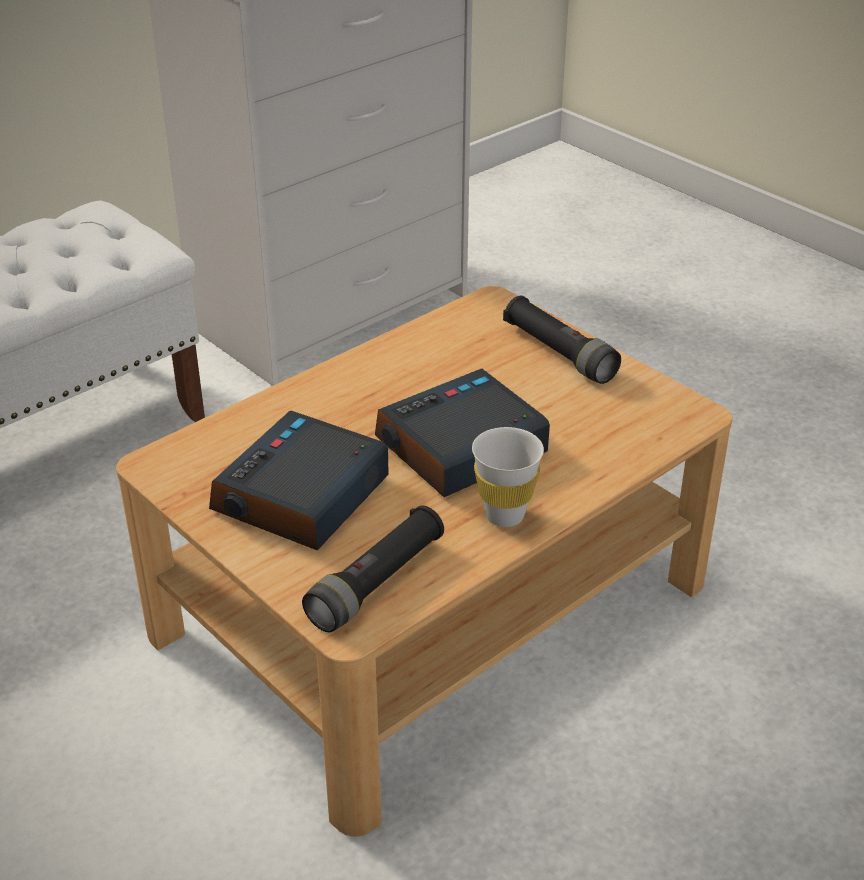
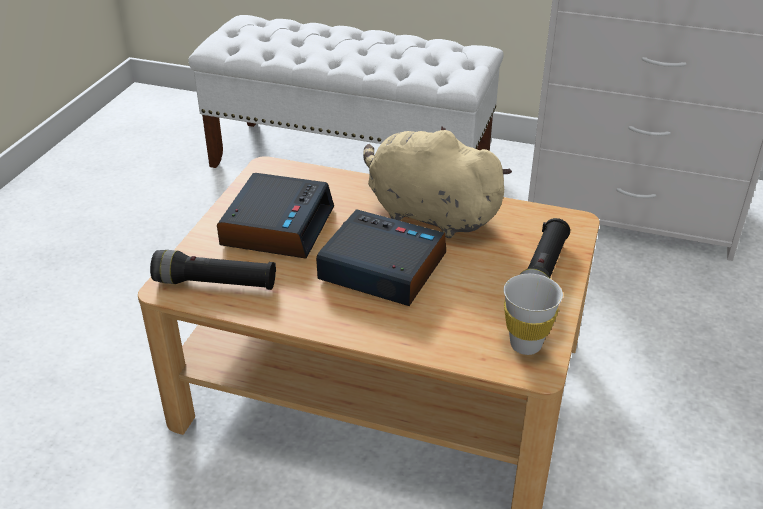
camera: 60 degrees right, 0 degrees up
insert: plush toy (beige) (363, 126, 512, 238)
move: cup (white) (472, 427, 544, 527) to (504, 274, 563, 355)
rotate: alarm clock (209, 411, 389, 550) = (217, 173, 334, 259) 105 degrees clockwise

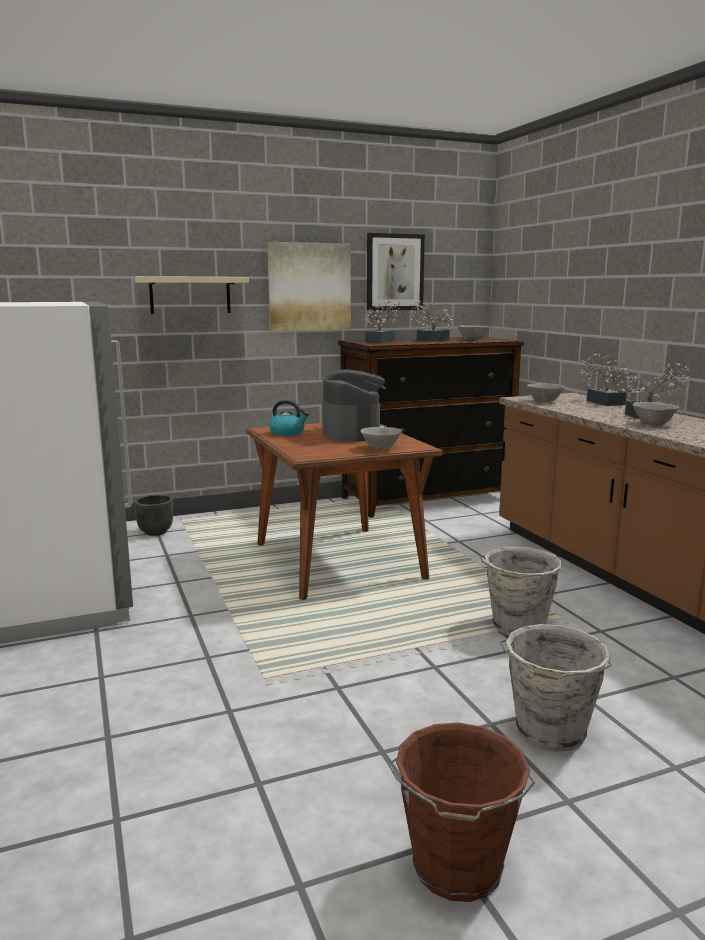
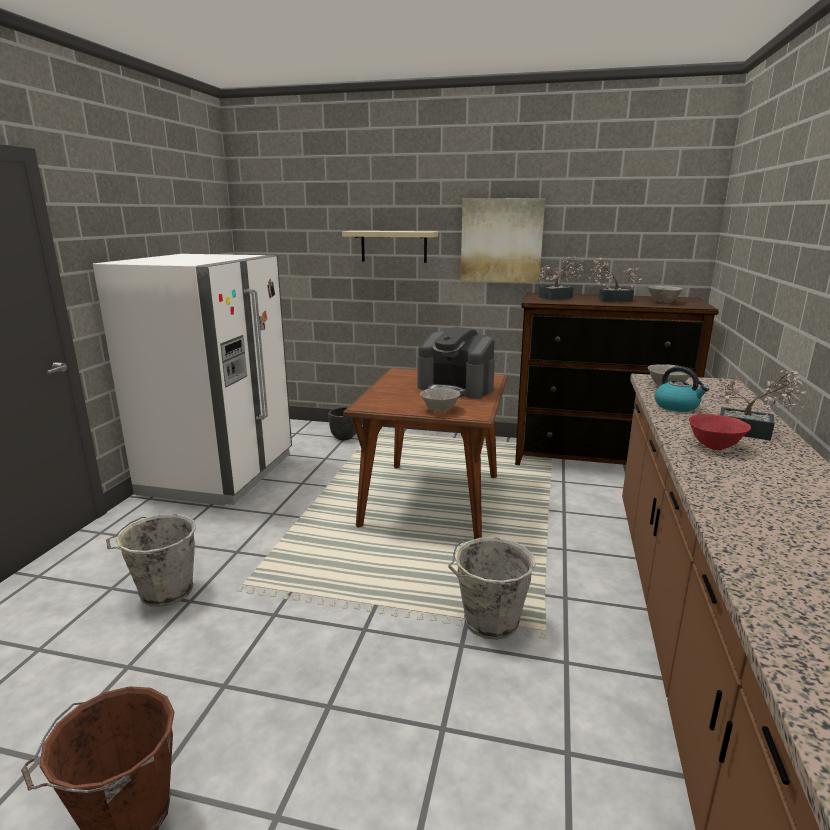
camera: 35 degrees right, 5 degrees up
delete: picture (367, 233, 425, 310); potted plant (579, 353, 634, 406)
move: kettle (269, 400, 309, 436) to (655, 366, 709, 412); bucket (grey) (500, 624, 612, 752) to (106, 514, 196, 607)
recolor: bowl (grey) (633, 402, 679, 426) to bowl (red) (689, 414, 751, 450)
rotate: coffee machine (322, 369, 386, 442) = (418, 327, 495, 399) 90 degrees clockwise

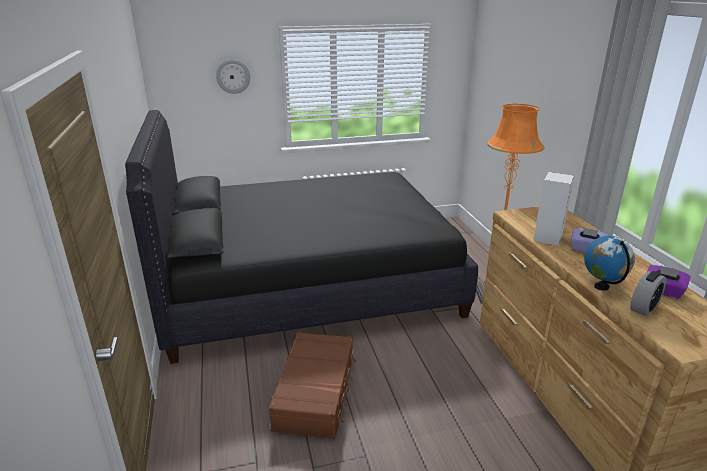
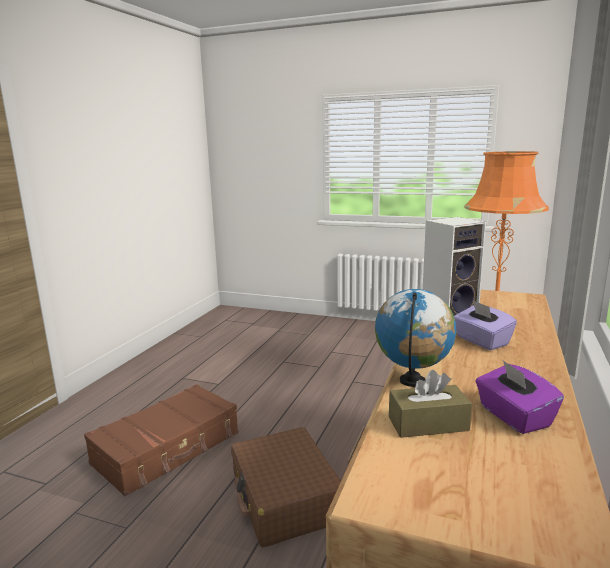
camera: 35 degrees right, 10 degrees down
delete: wall clock (216, 60, 250, 94); bed (black) (125, 110, 478, 364)
insert: suitcase (brown) (231, 427, 341, 547)
replace: alarm clock (630, 271, 666, 317) to tissue box (brown) (389, 370, 472, 438)

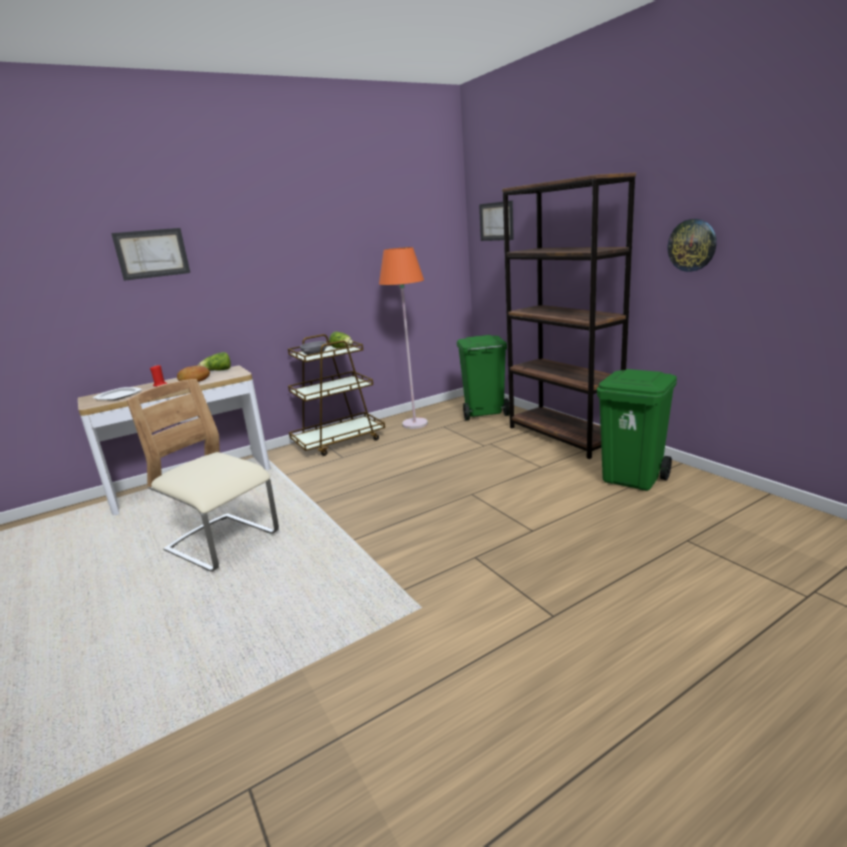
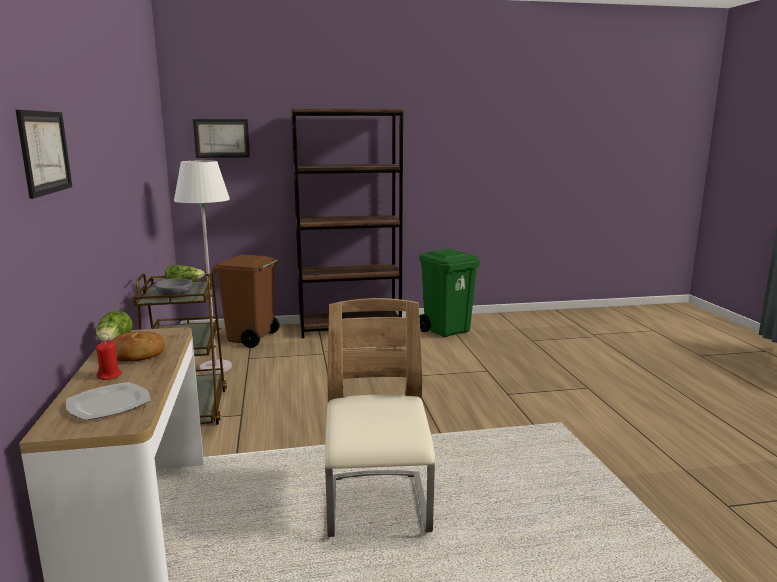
camera: 70 degrees left, 5 degrees down
delete: wall clock (668, 219, 717, 272)
recolor: floor lamp (orange) (379, 247, 428, 429) to floor lamp (white) (174, 160, 232, 374); trash can (green) (457, 335, 510, 420) to trash can (brown) (213, 254, 280, 348)
rotate: chair (beige) (127, 379, 279, 572) = (325, 298, 435, 537) 120 degrees clockwise

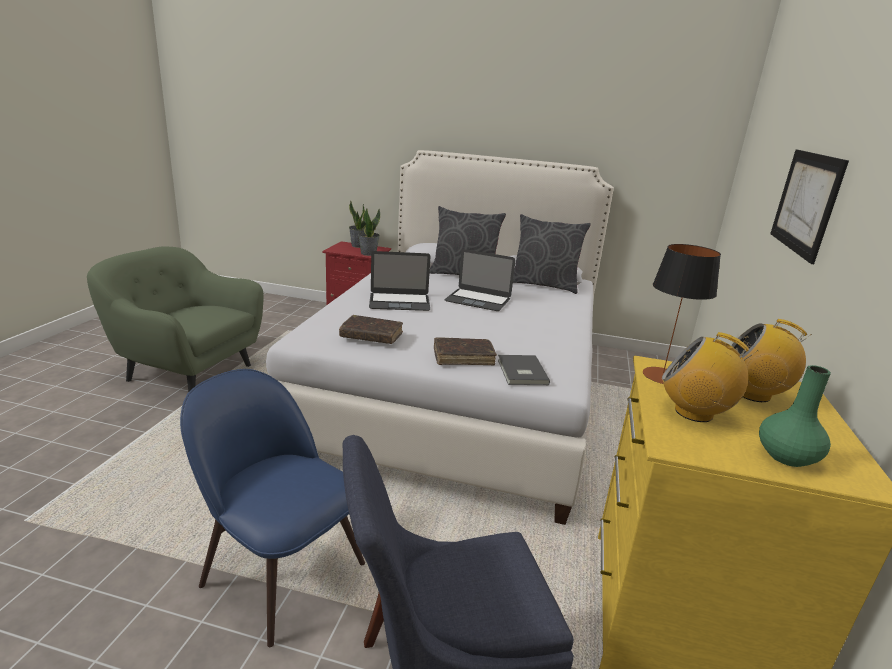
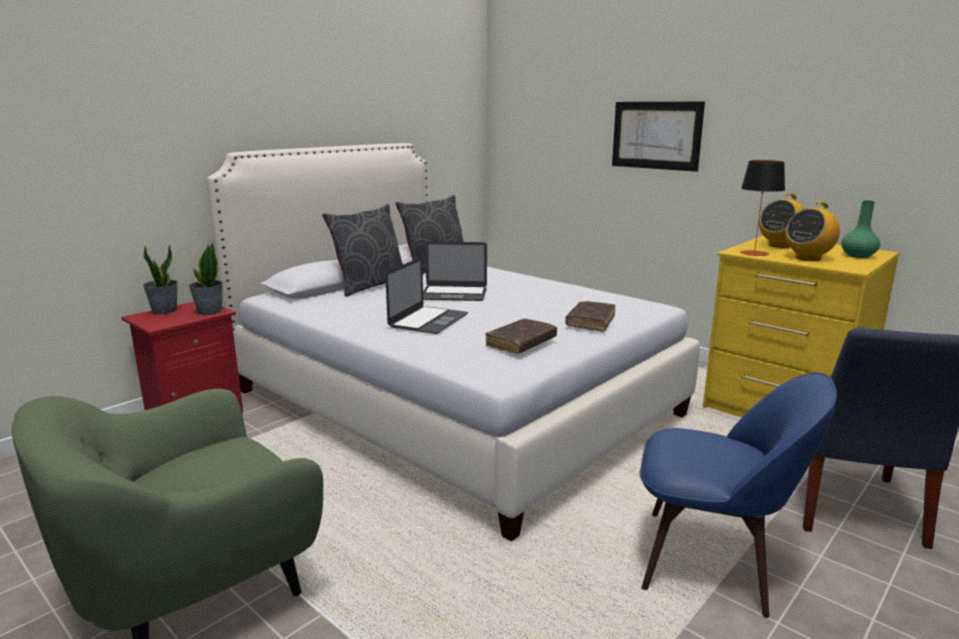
camera: 60 degrees left, 5 degrees down
delete: book (grey) (498, 355, 550, 385)
rotate: laptop (445, 249, 516, 311) = (423, 241, 487, 301) 45 degrees clockwise; chair (blue) (180, 369, 365, 647) = (640, 373, 837, 618) 135 degrees counterclockwise

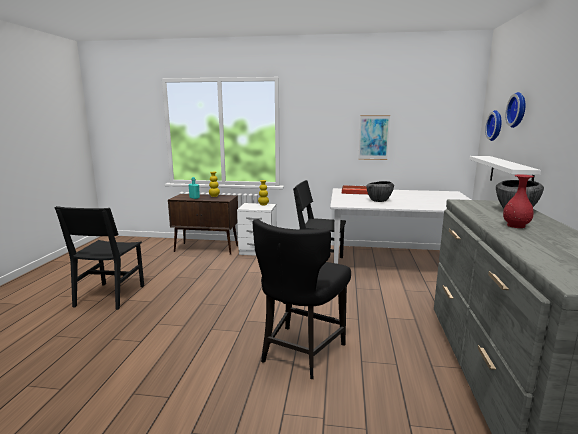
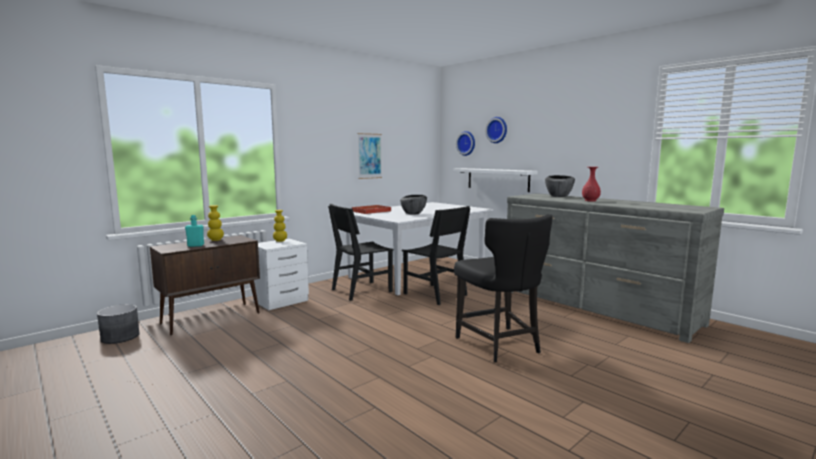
camera: 50 degrees left, 5 degrees down
insert: planter (grey) (97, 304, 140, 344)
move: chair (black) (54, 206, 144, 310) to (402, 206, 470, 305)

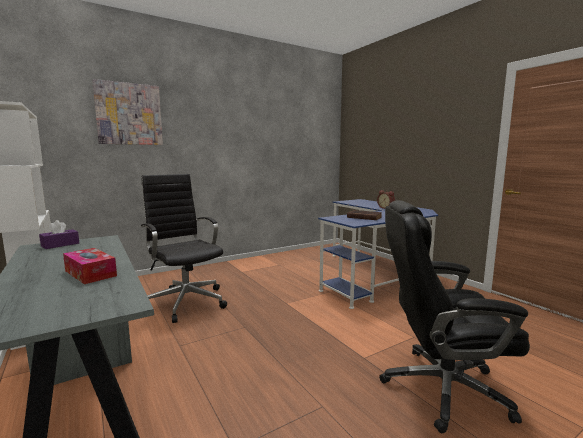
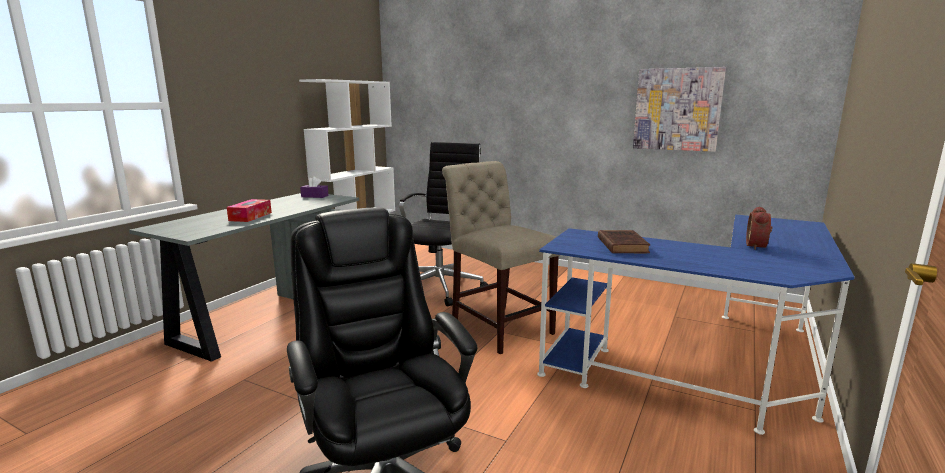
camera: 60 degrees right, 5 degrees up
insert: chair (beige) (442, 161, 560, 354)
move: picture (92, 79, 163, 145) to (633, 67, 726, 152)

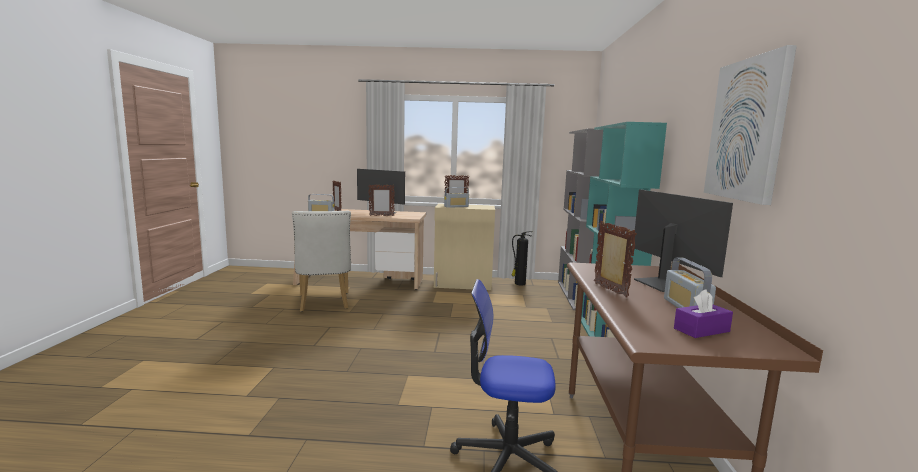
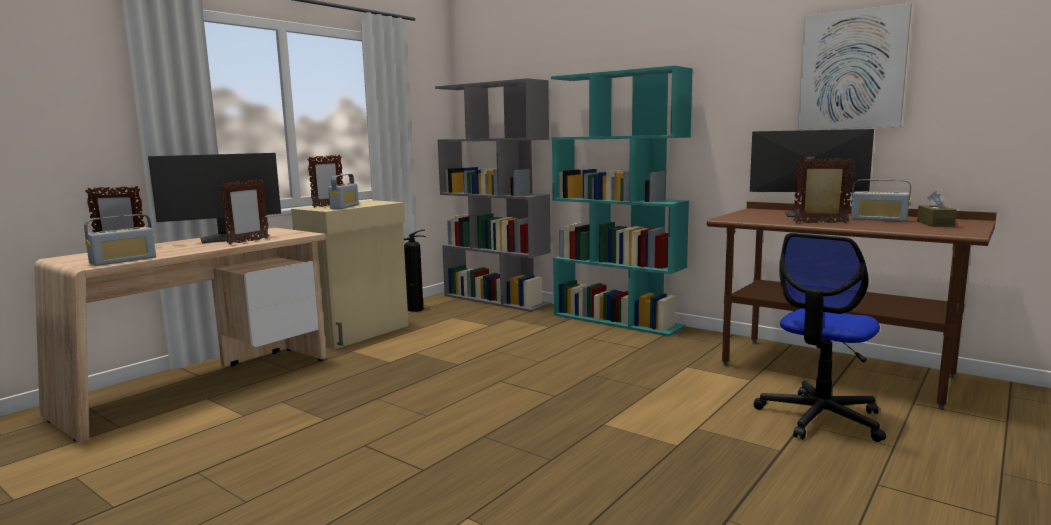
camera: 55 degrees left, 0 degrees up
delete: chair (white) (292, 210, 351, 312)
recolor: tissue box (purple) (674, 289, 733, 338) to tissue box (brown) (917, 191, 957, 227)

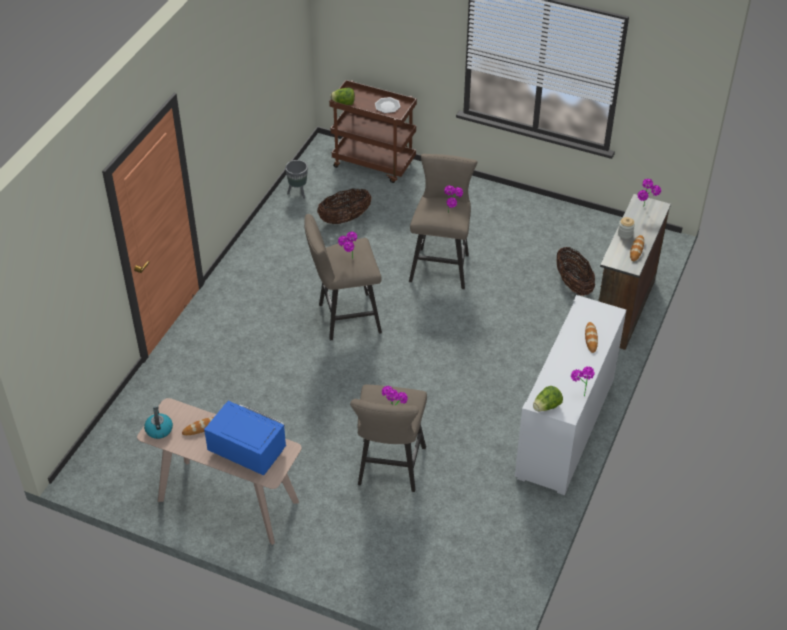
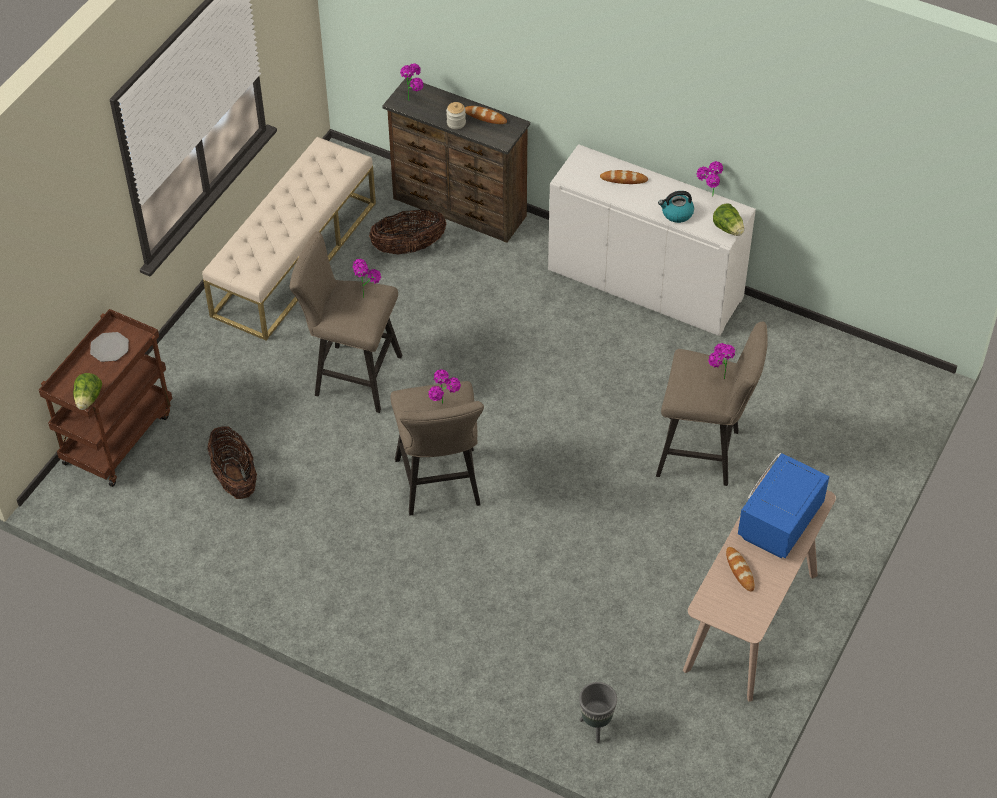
camera: 85 degrees left, 5 degrees up
insert: bench (beige) (202, 137, 376, 340)
move: planter (grey) (285, 160, 308, 199) to (579, 682, 617, 743); kettle (144, 406, 173, 439) to (658, 191, 694, 223)

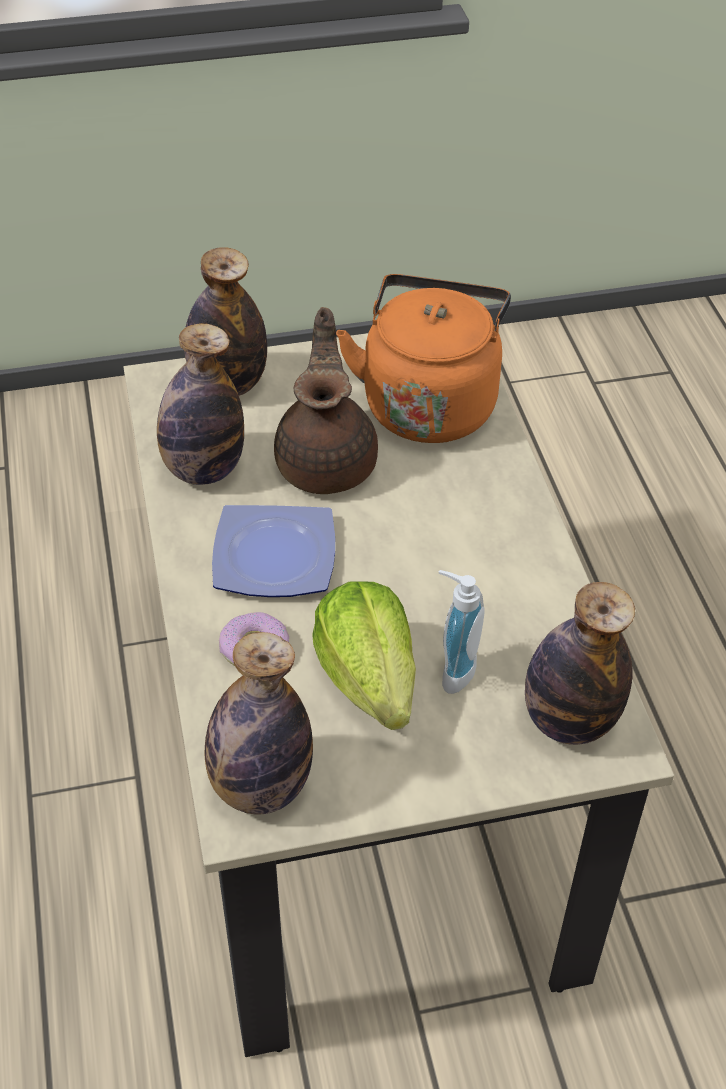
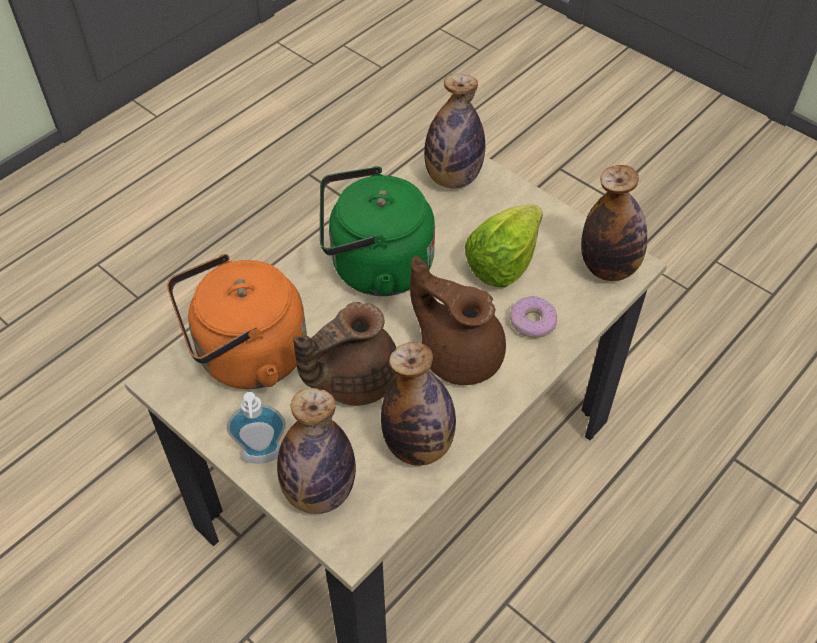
camera: 125 degrees left, 5 degrees up
insert: kettle (green) (320, 166, 435, 296)
move: soap dispenser (439, 570, 485, 694) to (227, 392, 286, 463)
replace: plate (212, 505, 335, 597) to teapot (brown) (410, 256, 506, 385)

